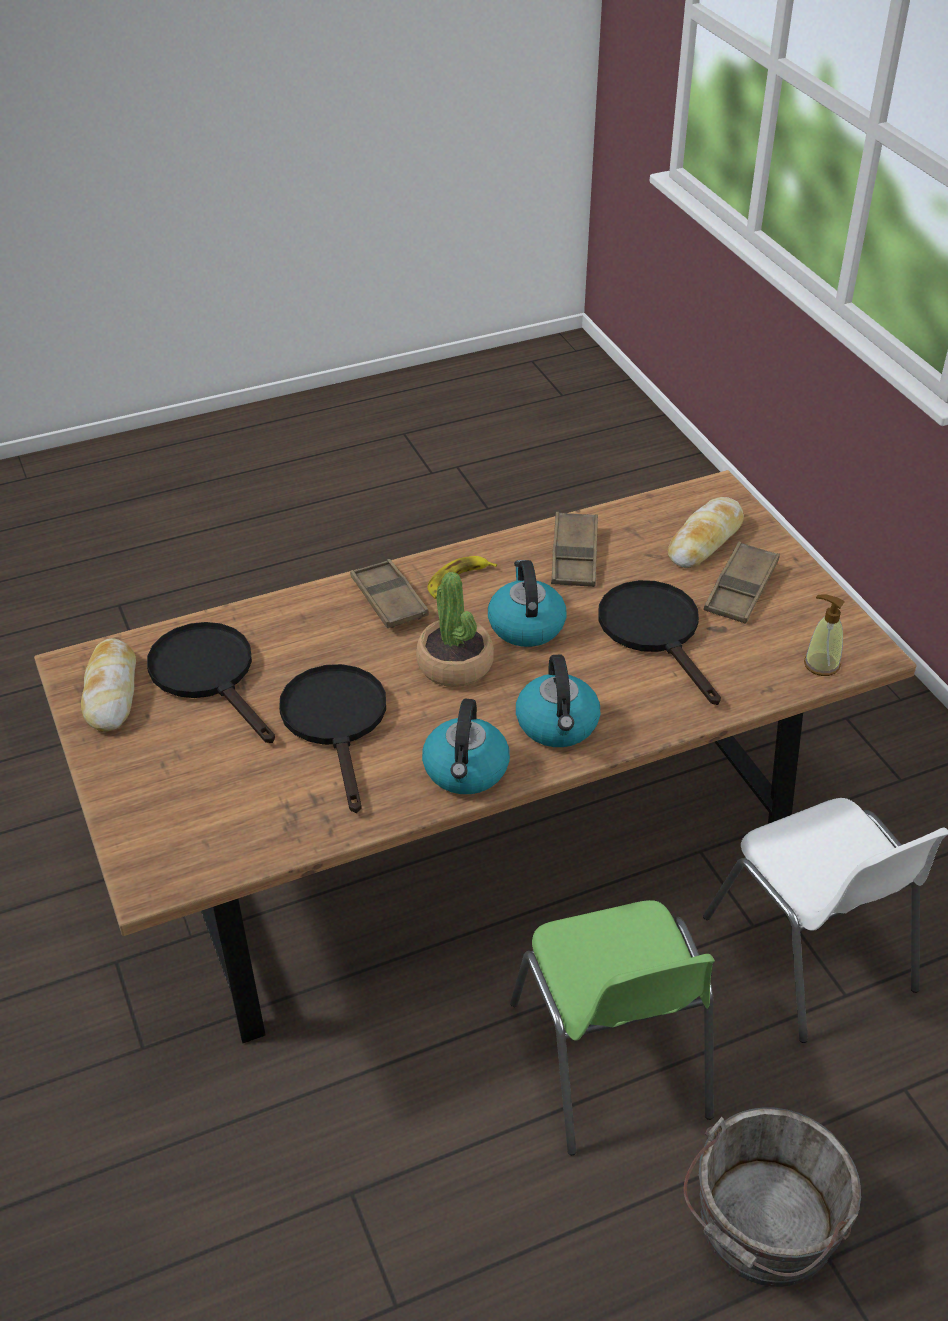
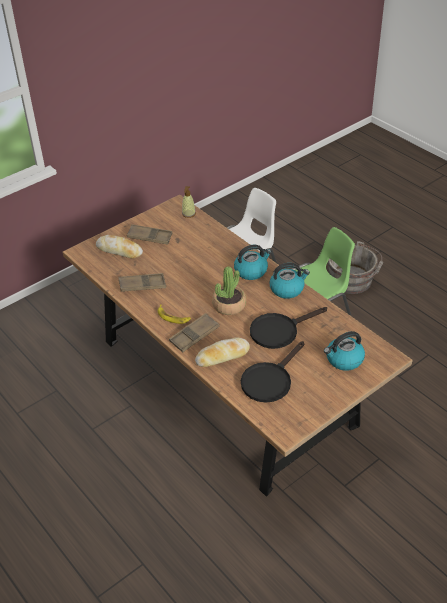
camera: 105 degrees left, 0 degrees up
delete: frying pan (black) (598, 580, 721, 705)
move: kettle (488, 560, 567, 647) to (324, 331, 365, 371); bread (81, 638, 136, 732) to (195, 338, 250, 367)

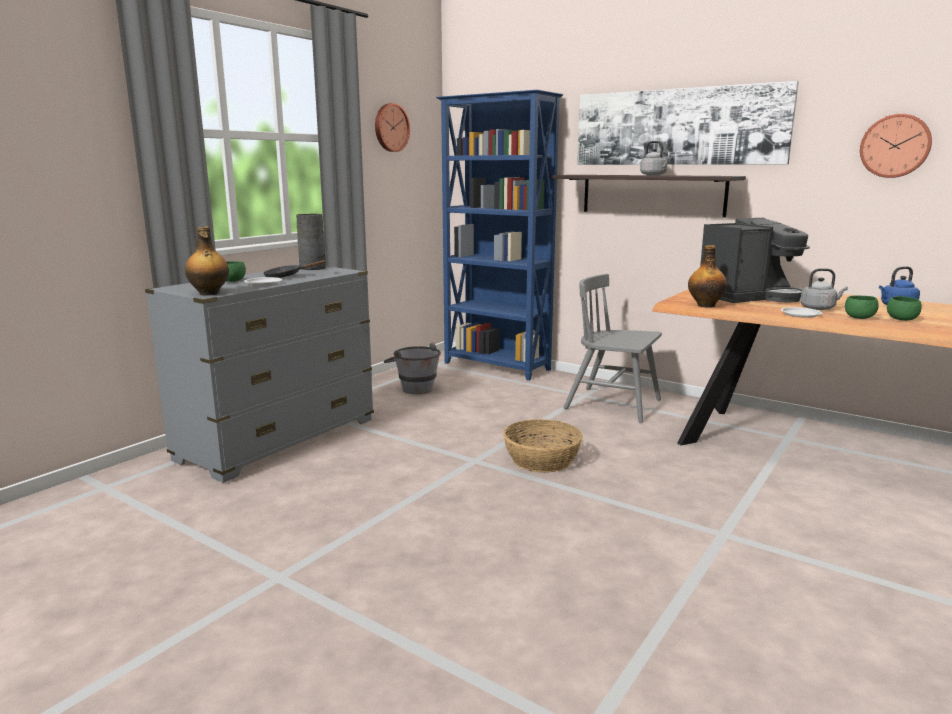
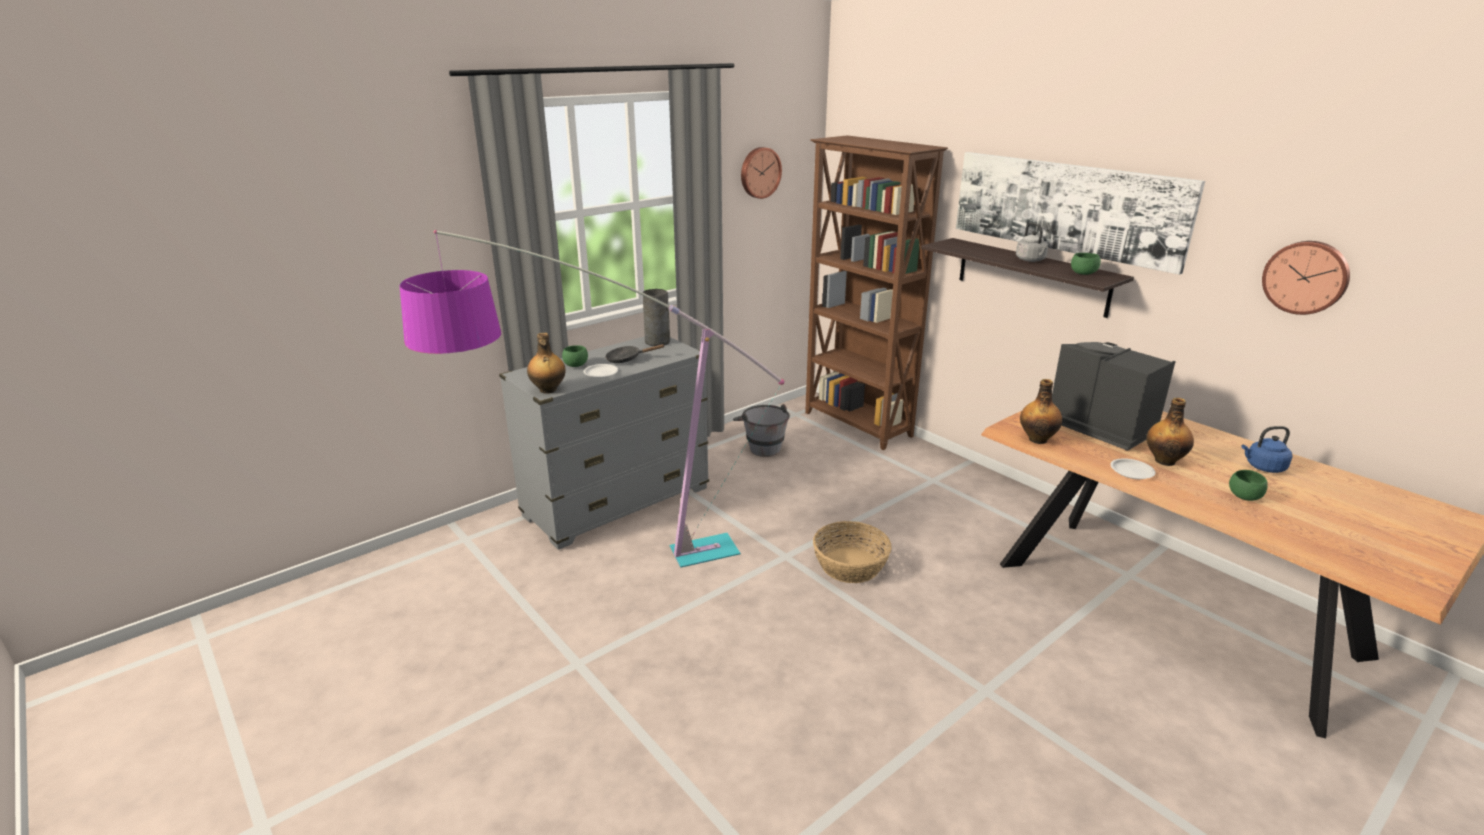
camera: 15 degrees right, 10 degrees up
delete: chair (grey) (563, 274, 662, 423)
insert: floor lamp (400, 230, 784, 568)
move: bowl (green) (845, 296, 879, 319) to (1071, 253, 1101, 275)
replace: kettle (grey) (800, 268, 848, 310) to bottle (1146, 398, 1194, 466)
recolor: bookcase (blue) (436, 90, 563, 381) to bookcase (brown) (805, 135, 948, 450)
rotate: coffee machine (700, 218, 810, 303) = (1052, 342, 1176, 451) 120 degrees counterclockwise

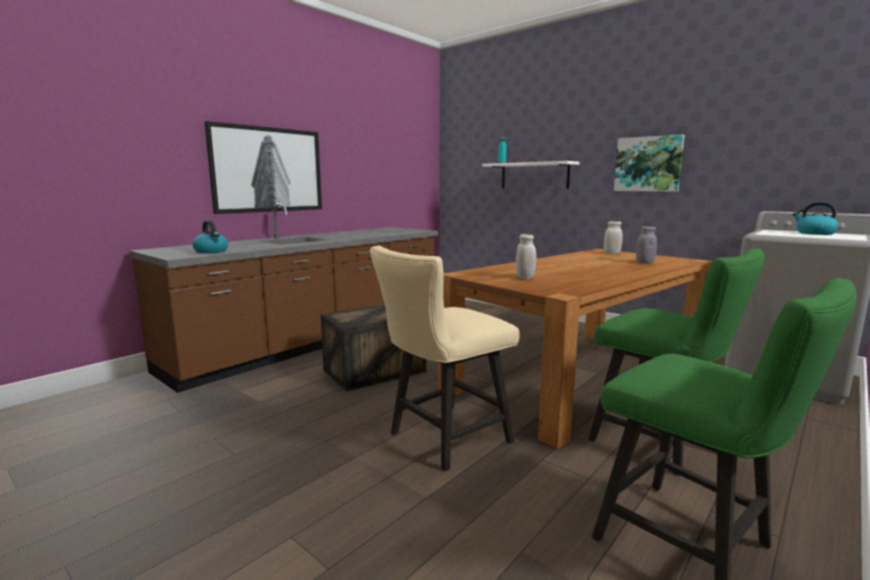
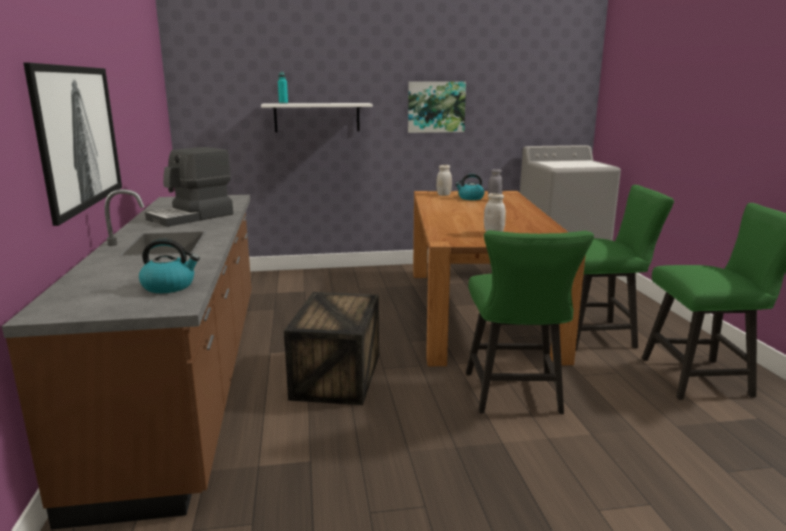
camera: 50 degrees left, 5 degrees up
insert: coffee machine (145, 147, 233, 227)
move: kettle (793, 202, 839, 235) to (455, 174, 485, 200)
recolor: chair (beige) (370, 246, 520, 471) to chair (green) (466, 230, 594, 414)

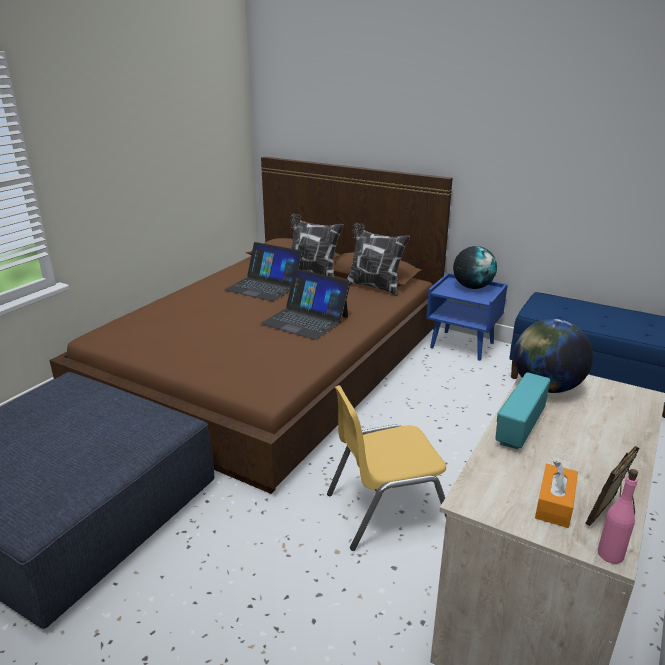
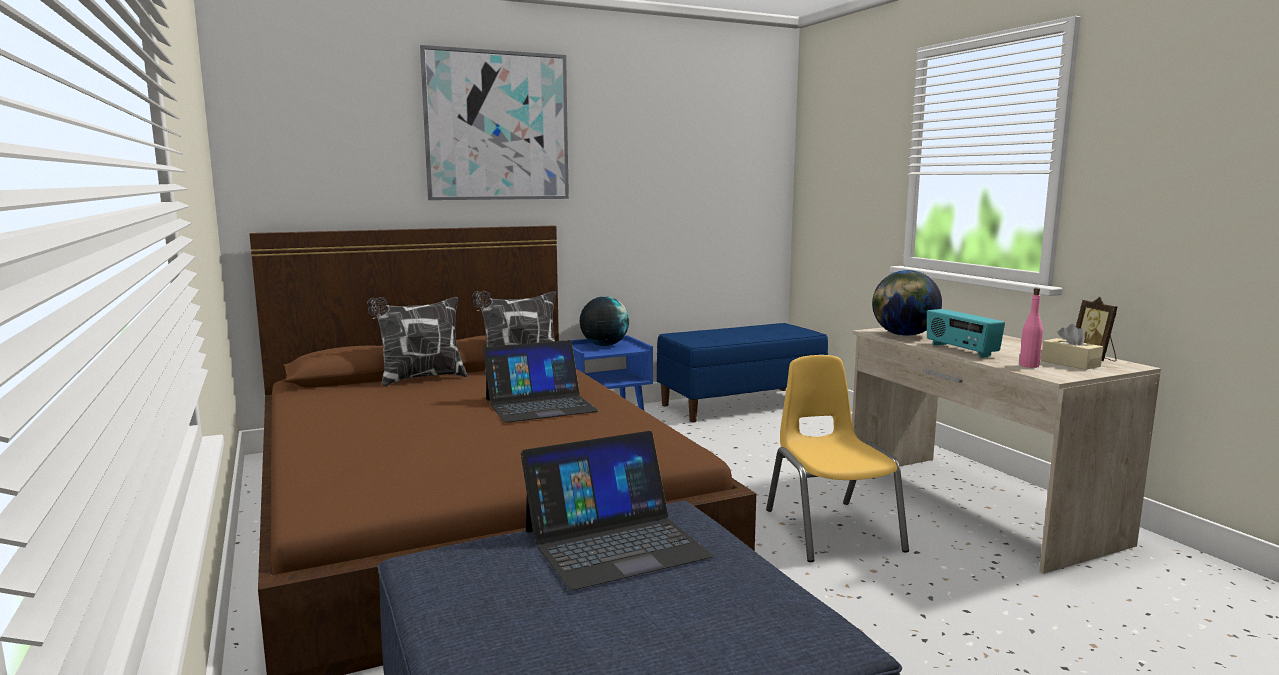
camera: 55 degrees left, 15 degrees down
insert: picture (420, 45, 569, 200)
move: laptop (224, 242, 303, 301) to (521, 431, 714, 590); bottle (pink) (598, 469, 638, 564) to (1019, 288, 1043, 368)
recolor: tissue box (orange) (535, 461, 578, 528) to tissue box (beige) (1041, 324, 1103, 370)
rotate: chair (yellow) (327, 385, 447, 551) = (766, 355, 909, 562) 150 degrees clockwise

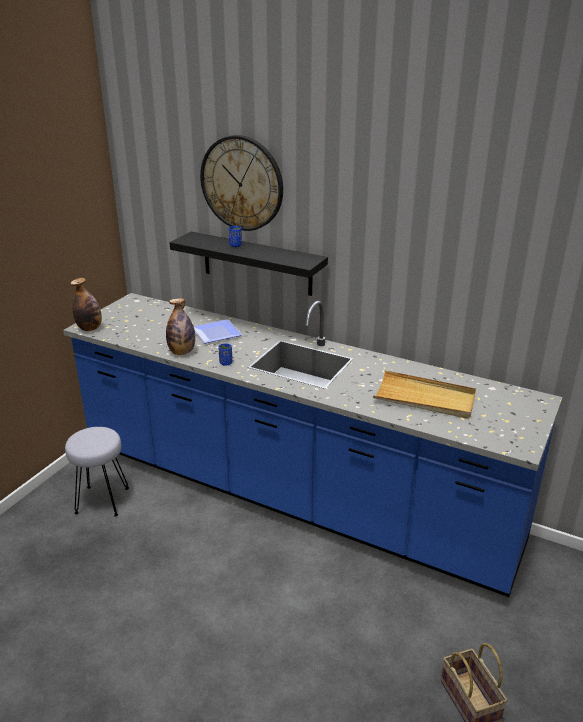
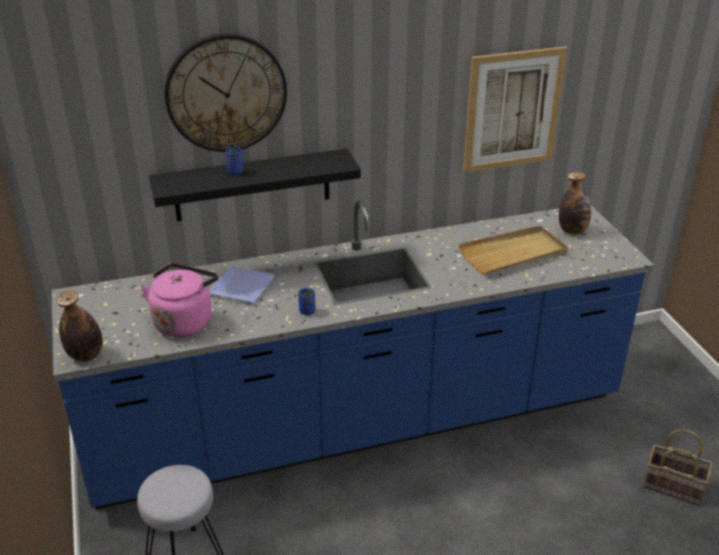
camera: 45 degrees left, 5 degrees up
insert: picture (463, 46, 568, 173); kettle (pink) (140, 263, 218, 337)
move: bottle (166, 298, 195, 355) to (559, 172, 591, 234)

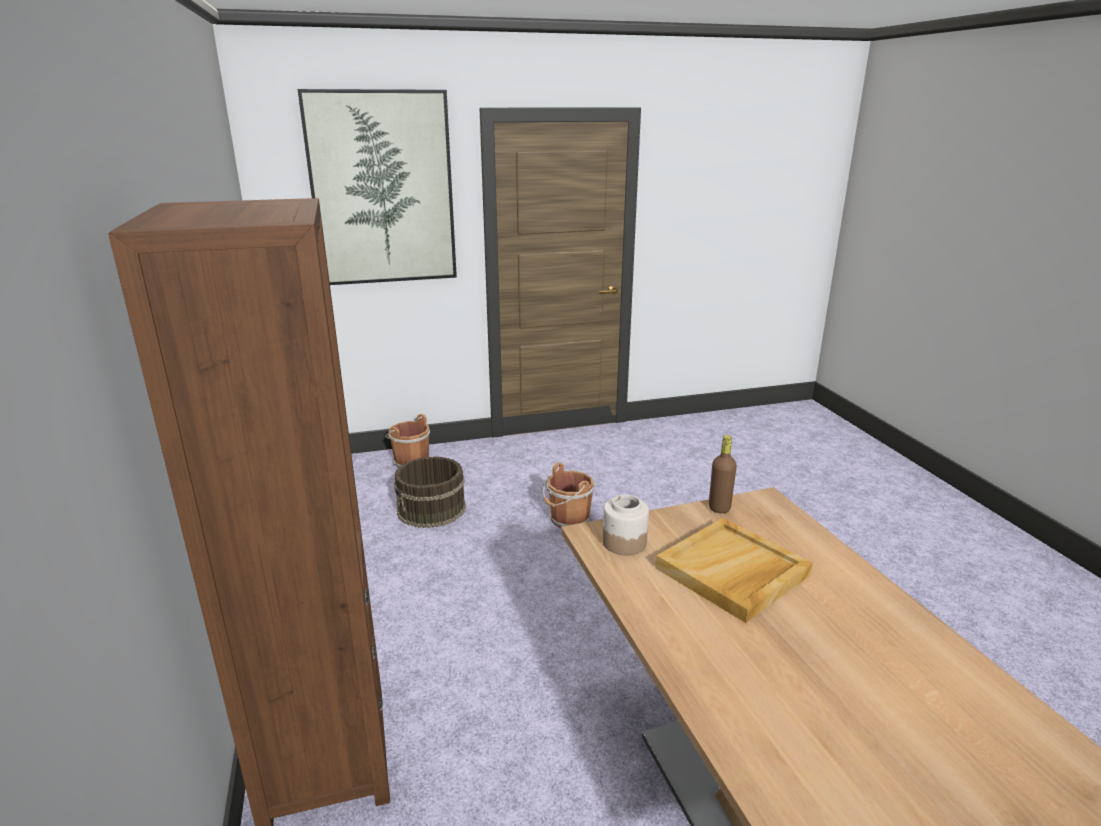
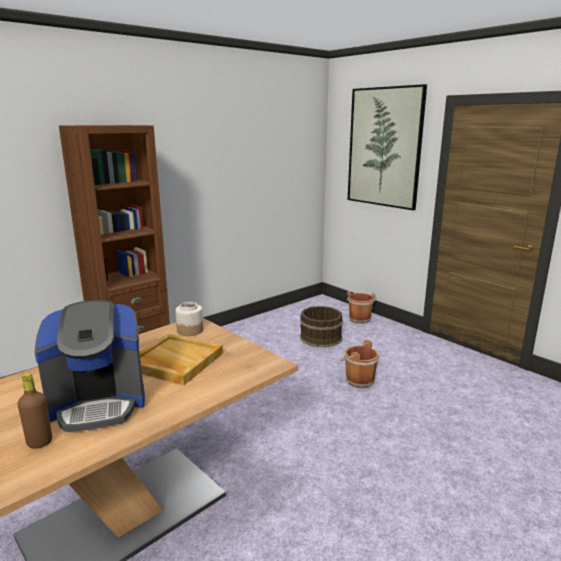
camera: 65 degrees right, 5 degrees down
insert: coffee machine (35, 300, 145, 432)
move: bottle (brown) (709, 435, 737, 513) to (17, 373, 52, 449)

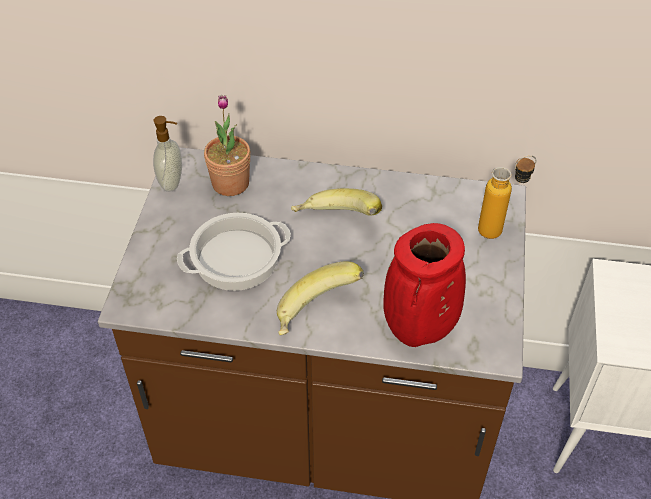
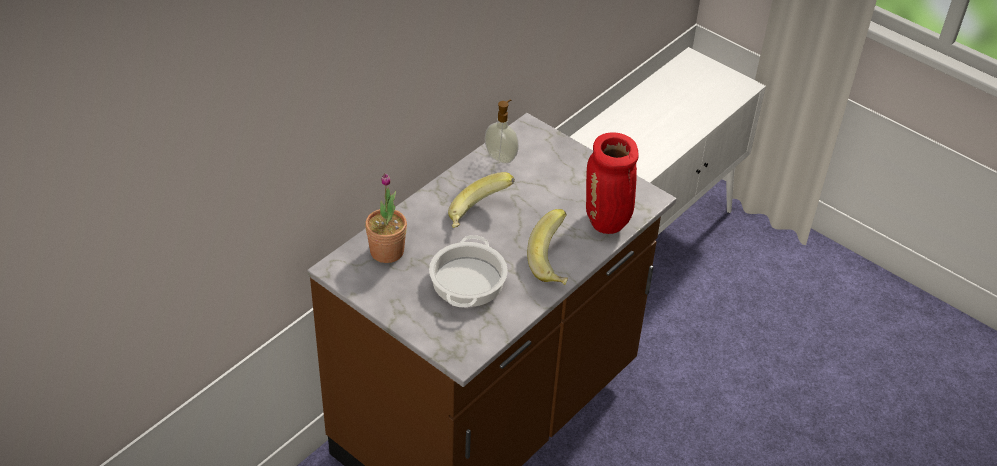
camera: 60 degrees left, 5 degrees down
delete: bottle (478, 155, 536, 239)
move: soap dispenser (153, 116, 182, 192) to (485, 99, 519, 164)

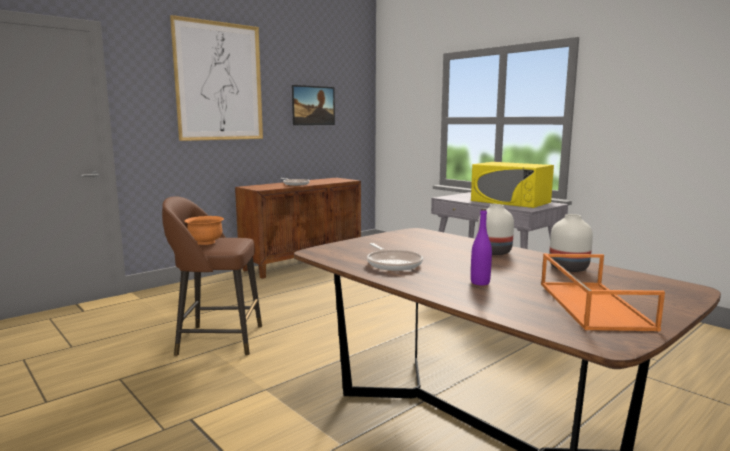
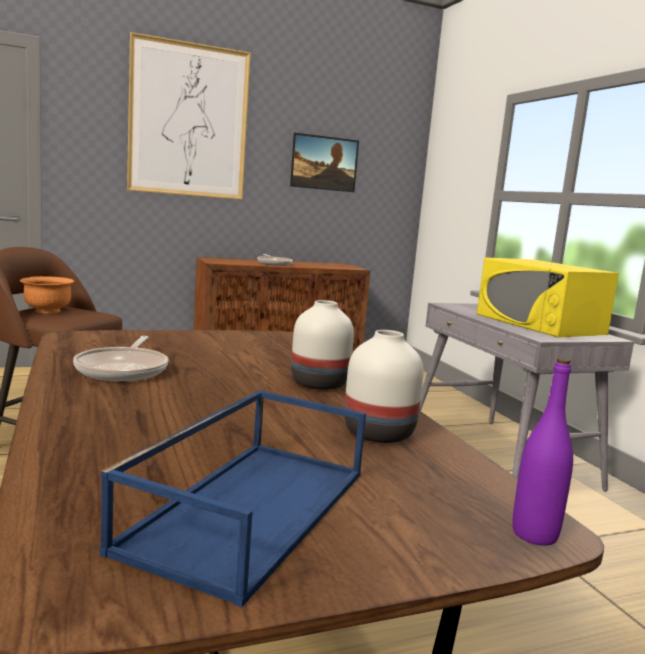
camera: 20 degrees right, 0 degrees up
move: bottle (purple) (471, 208, 492, 285) to (512, 358, 573, 546)
recolor: tray (orange) (541, 254, 665, 331) to tray (blue) (100, 390, 366, 607)

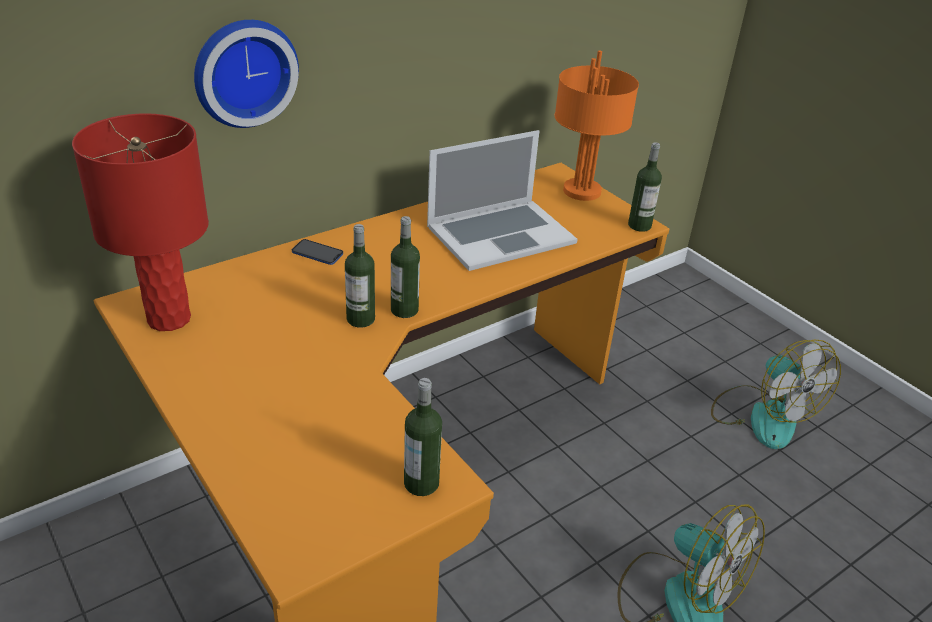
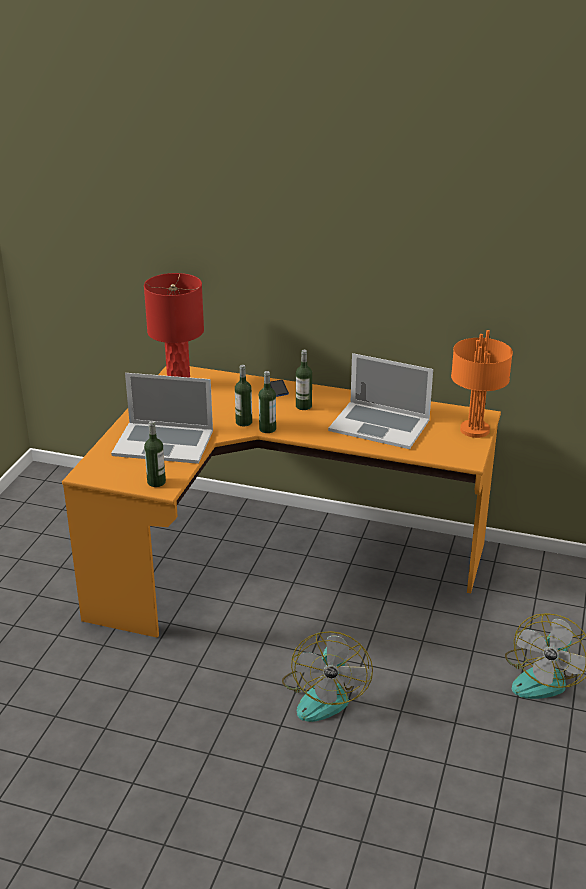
camera: 55 degrees right, 5 degrees down
delete: wall clock (194, 20, 299, 128)
insert: laptop (111, 373, 213, 464)
move: bottle (628, 142, 662, 232) to (296, 350, 312, 410)

